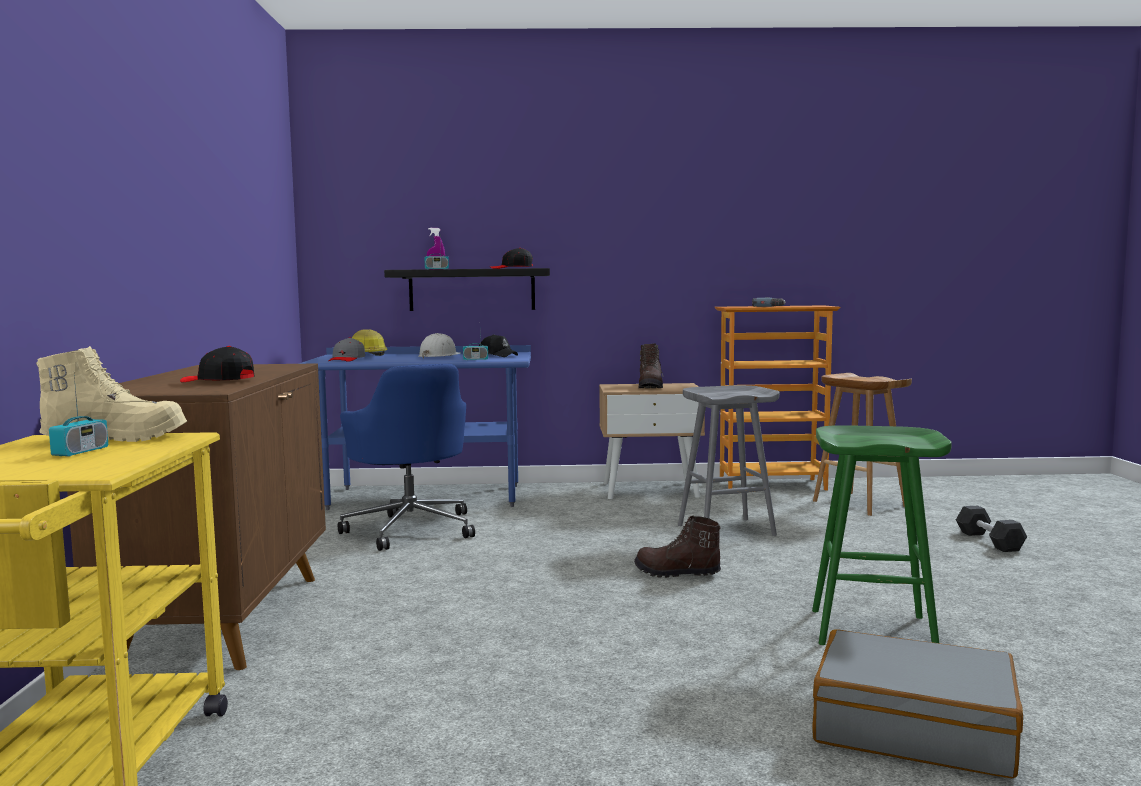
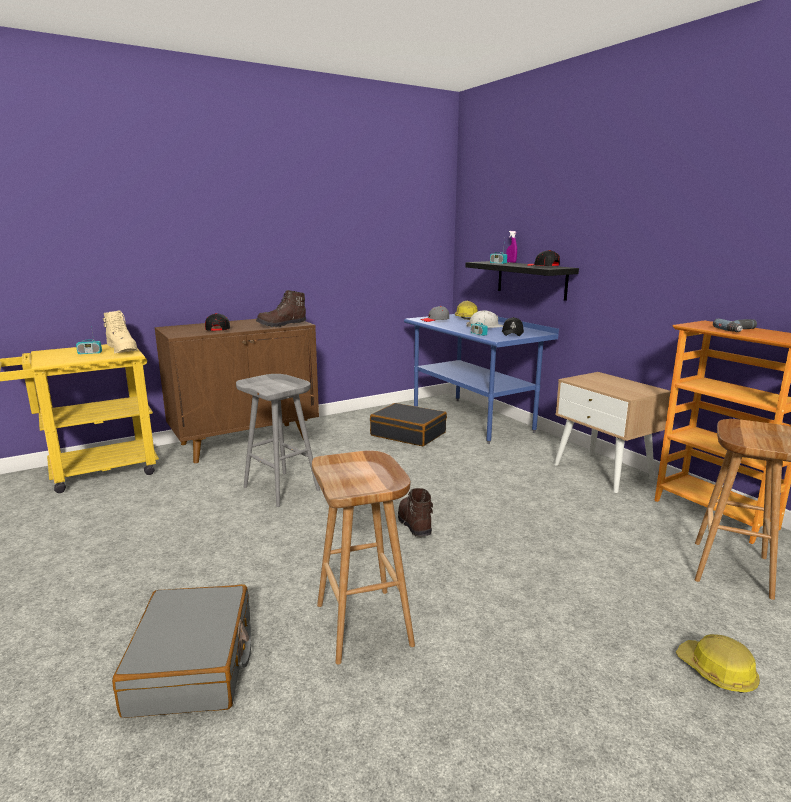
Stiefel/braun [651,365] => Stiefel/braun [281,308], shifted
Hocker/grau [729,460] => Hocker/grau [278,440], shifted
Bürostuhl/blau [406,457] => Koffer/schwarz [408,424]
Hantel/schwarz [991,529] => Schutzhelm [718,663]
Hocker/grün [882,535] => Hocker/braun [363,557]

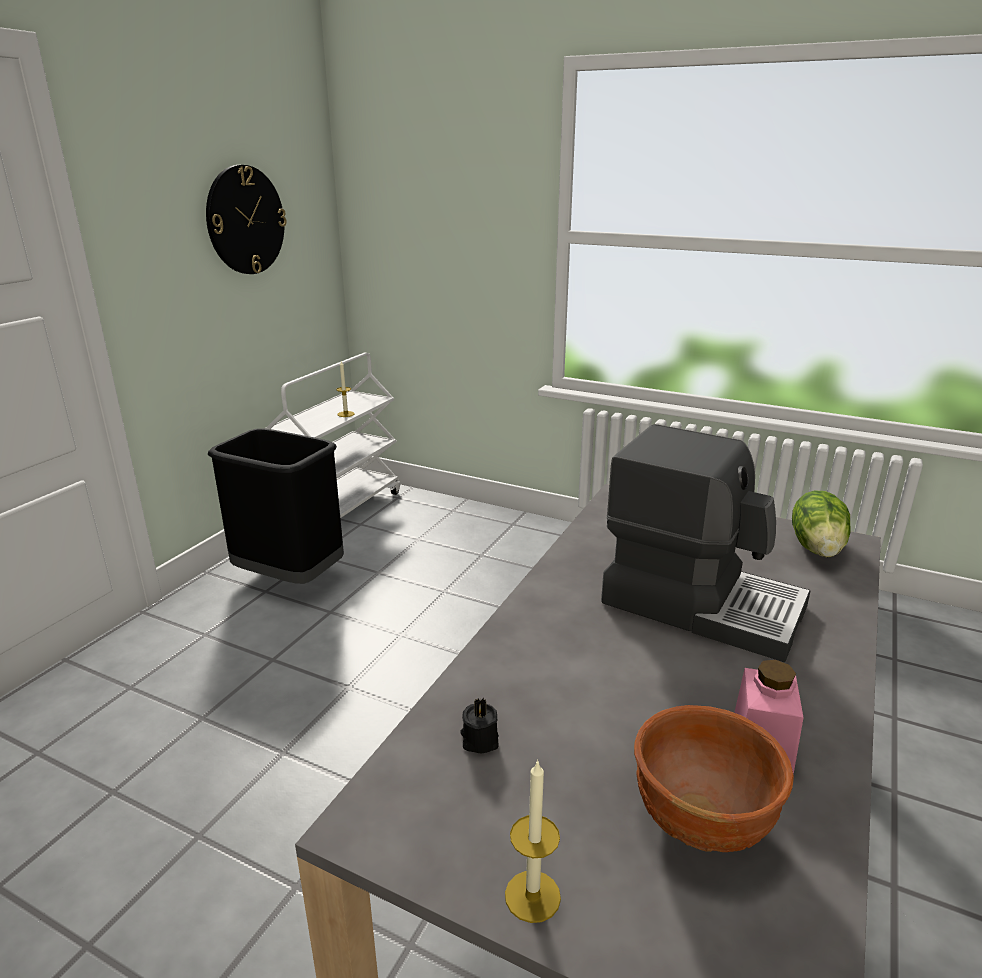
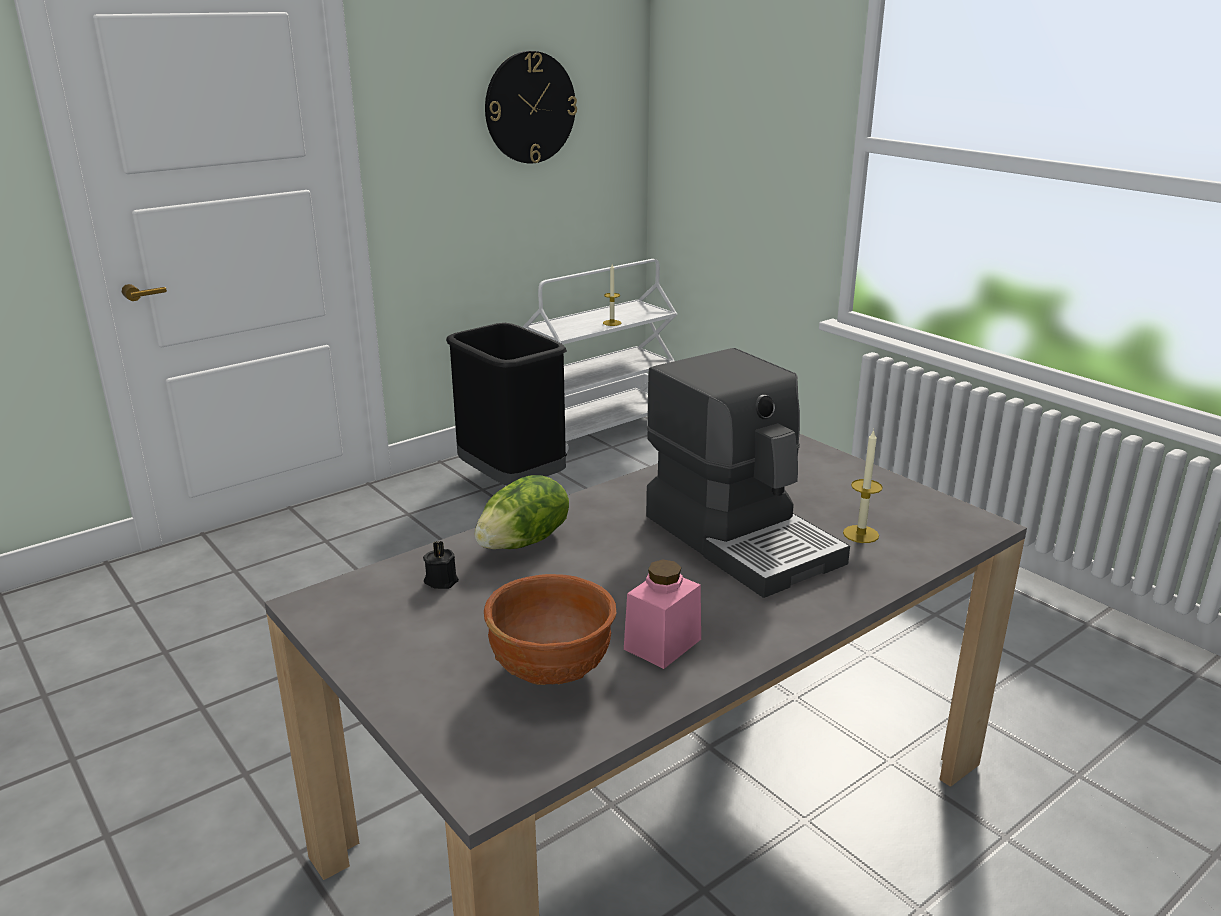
Kerze [533,841] => Kerze [863,486], shifted
Salatkopf [821,523] => Salatkopf [522,512], shifted

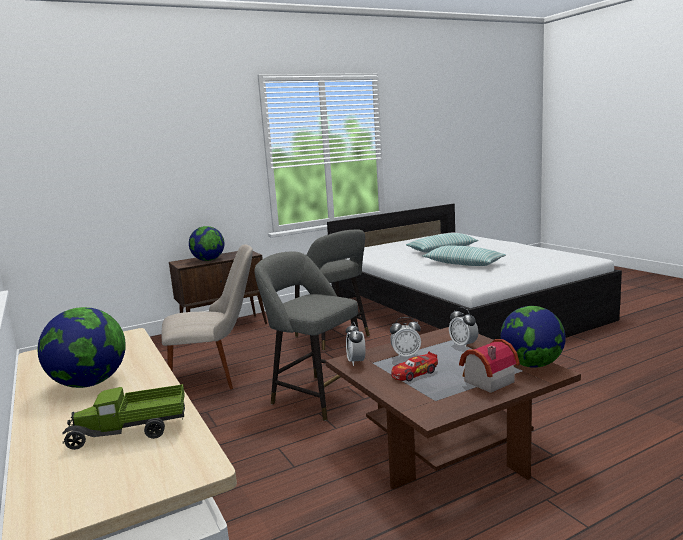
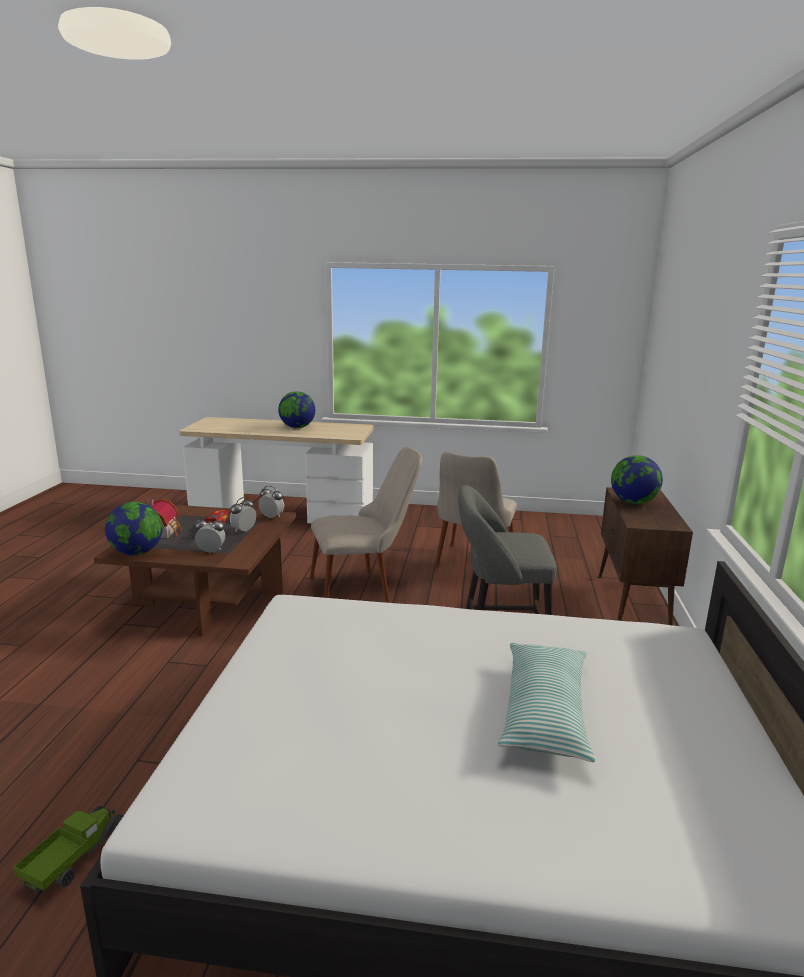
Kissen [464,255] => nothing
Spielzeuglaster [123,417] => Spielzeuglaster [68,849], shifted
Hocker/grau [306,336] => Stuhl/beige [366,525]

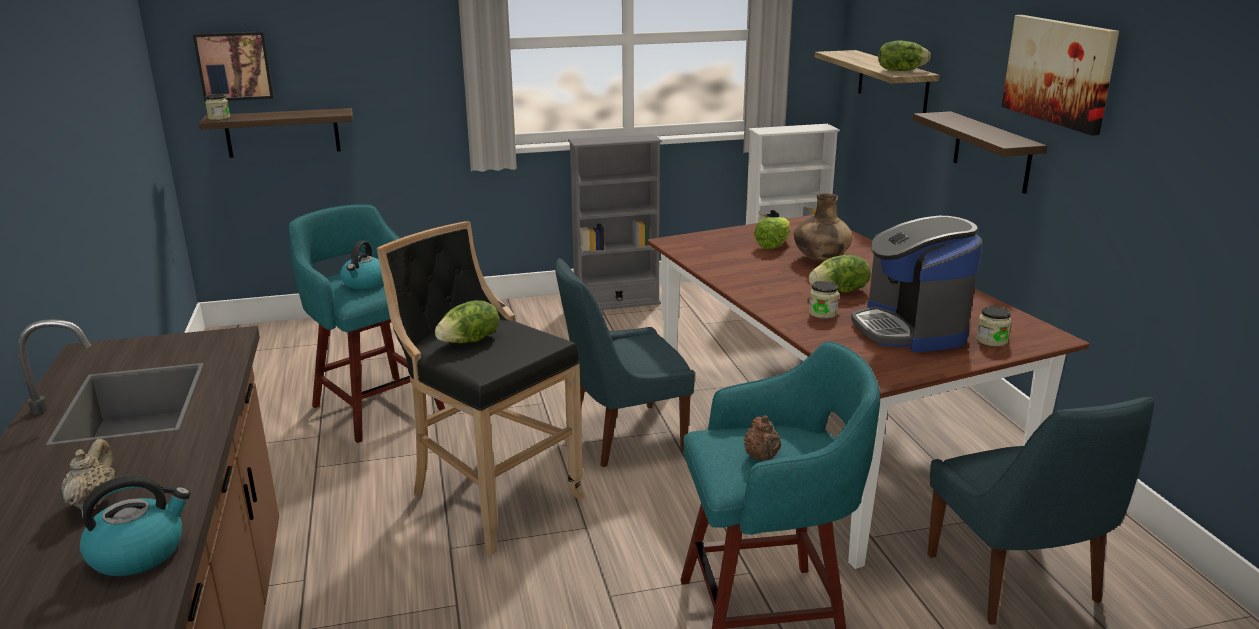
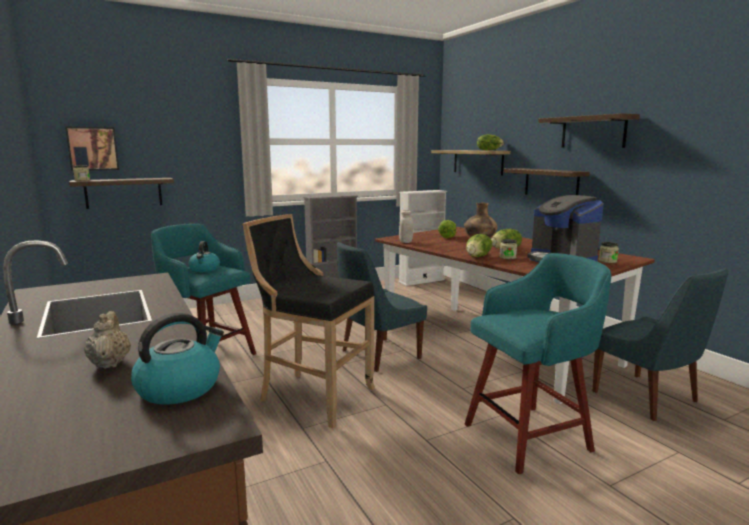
Teekanne/braun [762,438] => nothing
nothing => Vorratsglas/weiß [406,226]
Salatkopf [467,321] => Salatkopf [479,245], shifted
Bild [1060,75] => Wandregal [589,130]

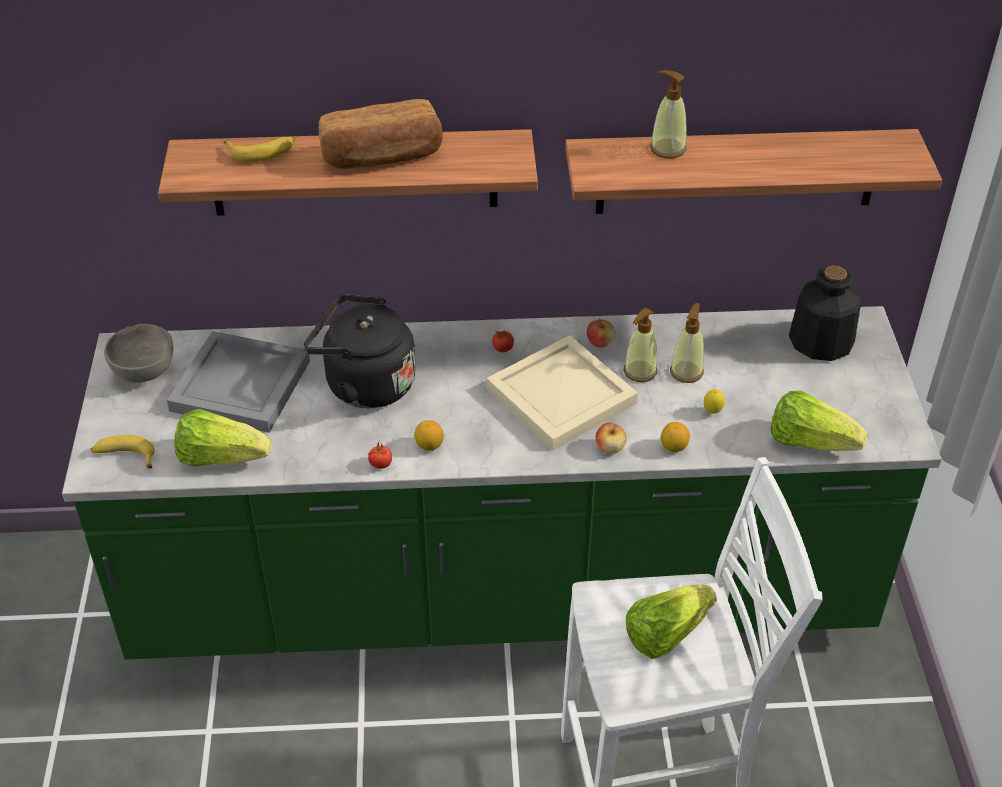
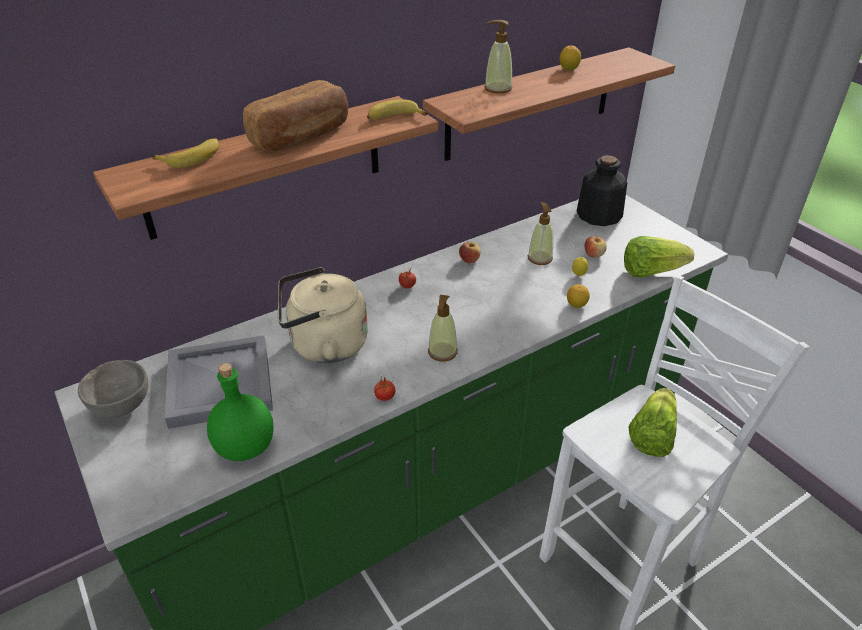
Tablett/beige [562,392] => nothing
Banane [122,452] => Banane [397,109], shifted
Zitrone [429,435] => Zitrone [570,58], shifted
Apfel [611,438] => Apfel [596,246], shifted
Seifenspender [640,345] => Seifenspender [443,328], shifted
Salatkopf [222,437] => Flasche/grün [240,412]
Wasserkessel/schwarz [360,351] => Wasserkessel/beige [323,315]

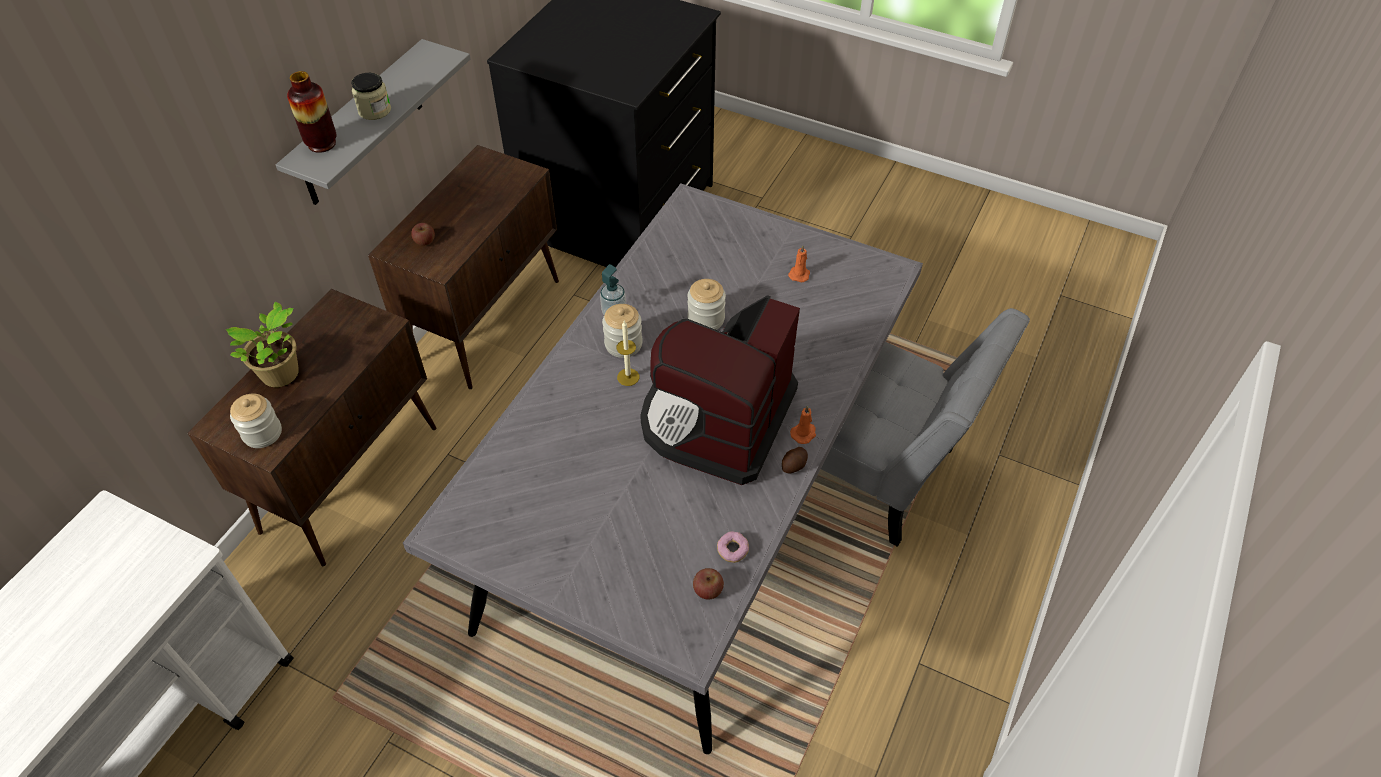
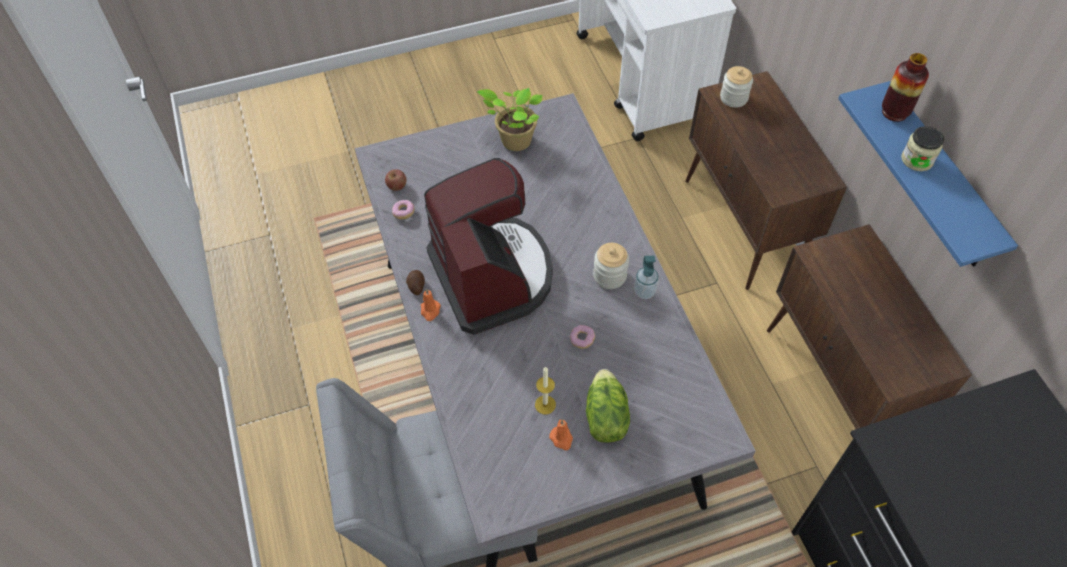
Apfel [423,234] => nothing
nothing => Salatkopf [608,406]
Topfpflanze [262,344] => Topfpflanze [510,119], shifted
Kerze [627,353] => Kerze [545,390], shifted
Vorratsglas [706,304] => Donut [582,337]
Wandregal/grau [373,122] => Wandregal/blau [928,174]

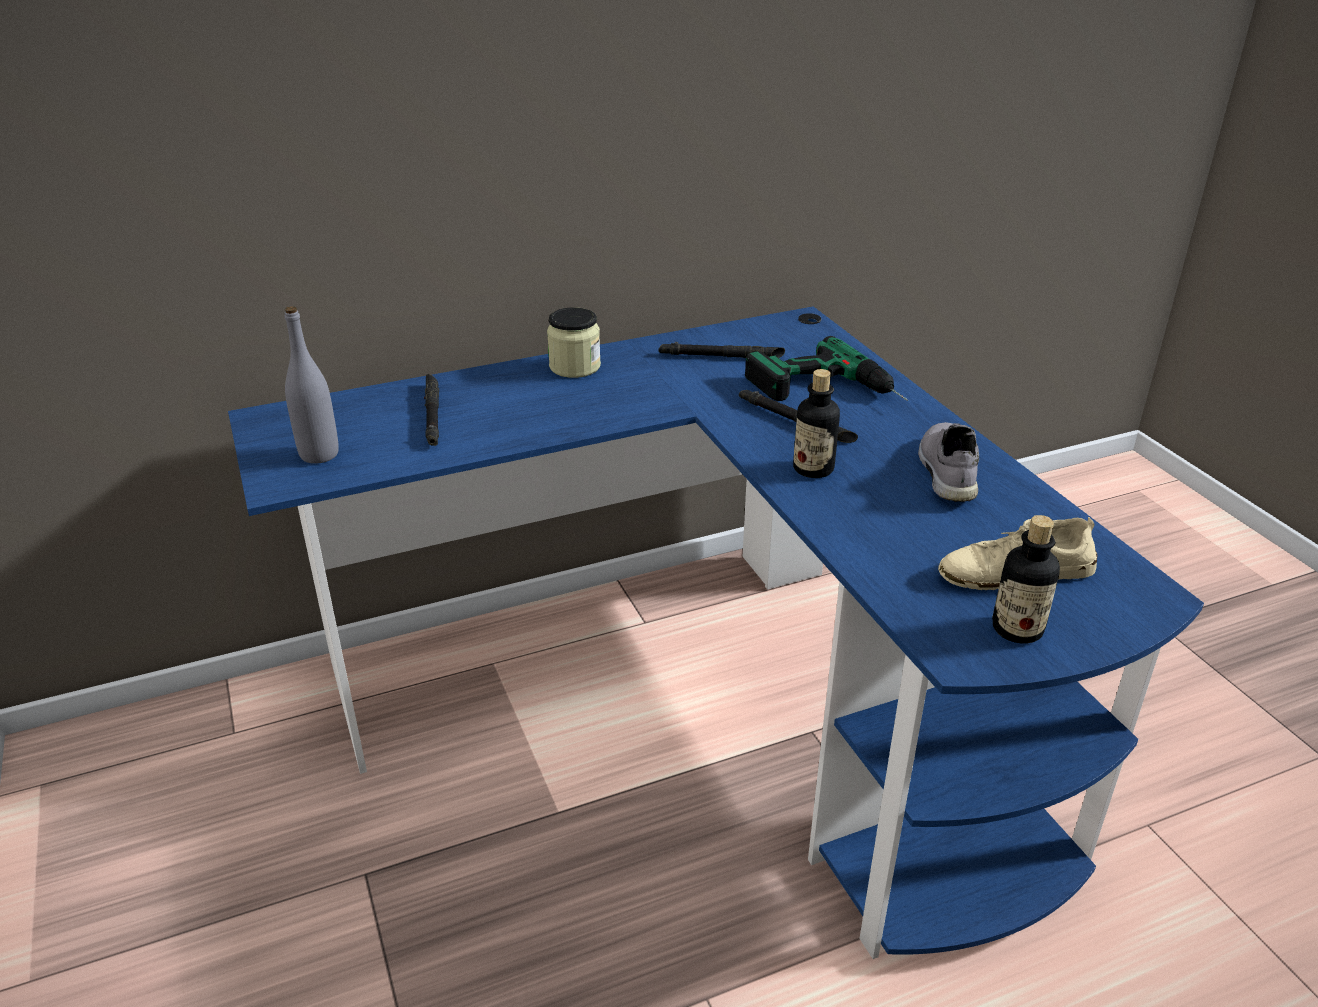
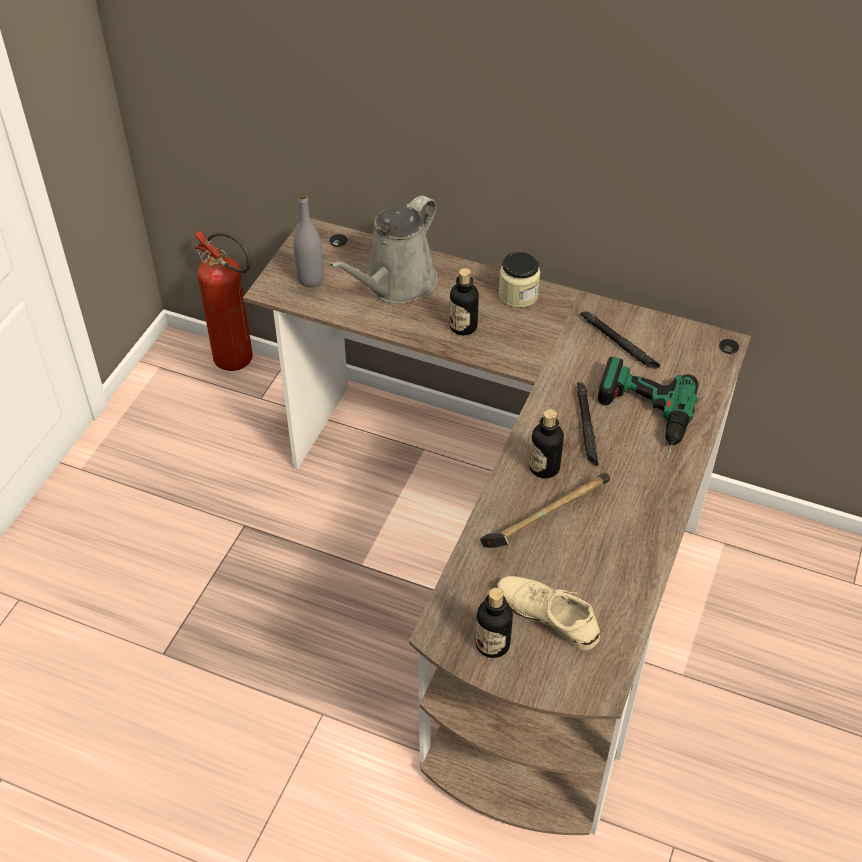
Schuh/grau [948,462] => nothing
nothing => Feuerlöscher [223,301]
nothing => Flasche [464,301]
nothing => Hammer [545,510]
Taschenlampe/schwarz [431,410] => Gießkanne/grau [384,249]
Schreibtisch/blau [716,632] => Schreibtisch/braun [497,526]

